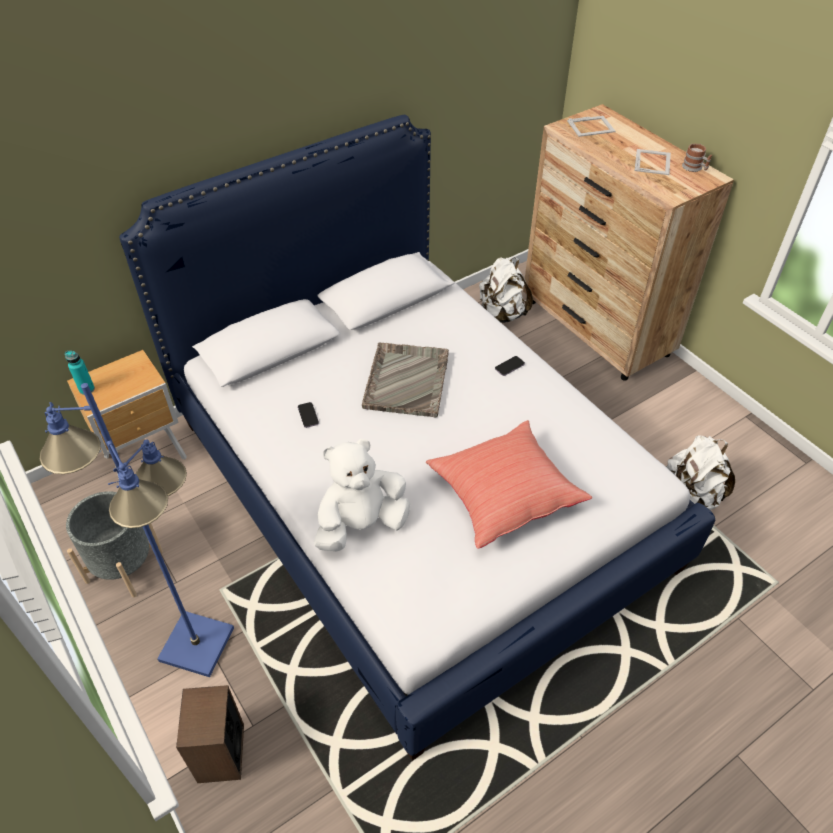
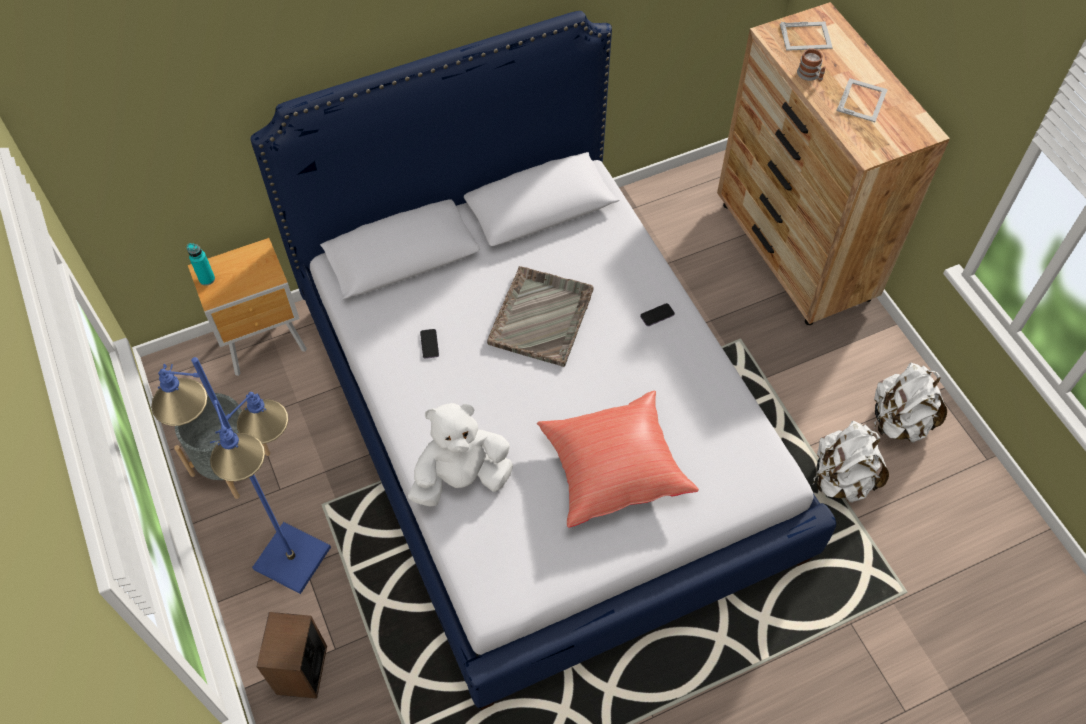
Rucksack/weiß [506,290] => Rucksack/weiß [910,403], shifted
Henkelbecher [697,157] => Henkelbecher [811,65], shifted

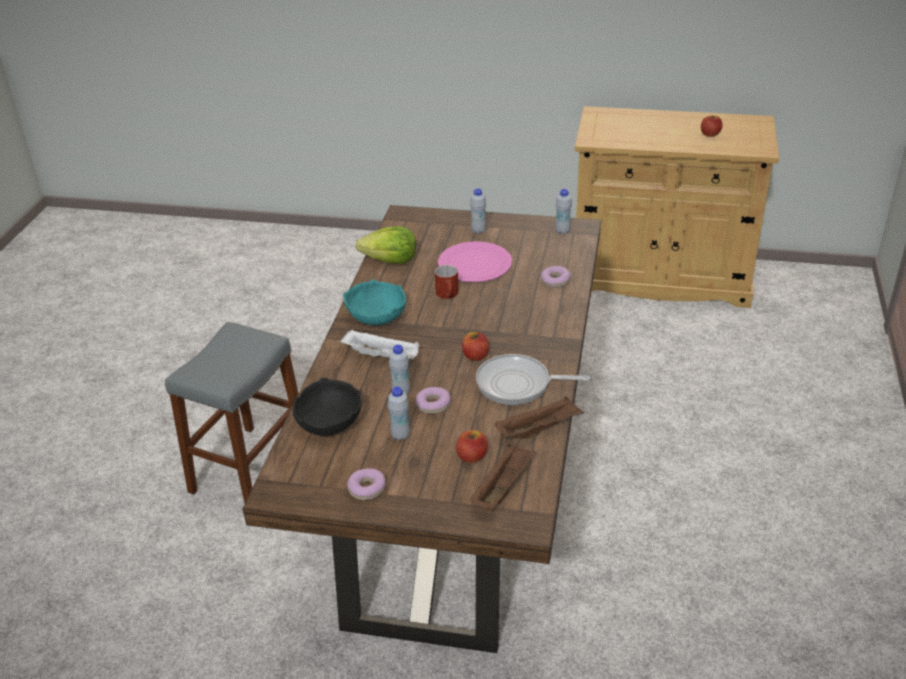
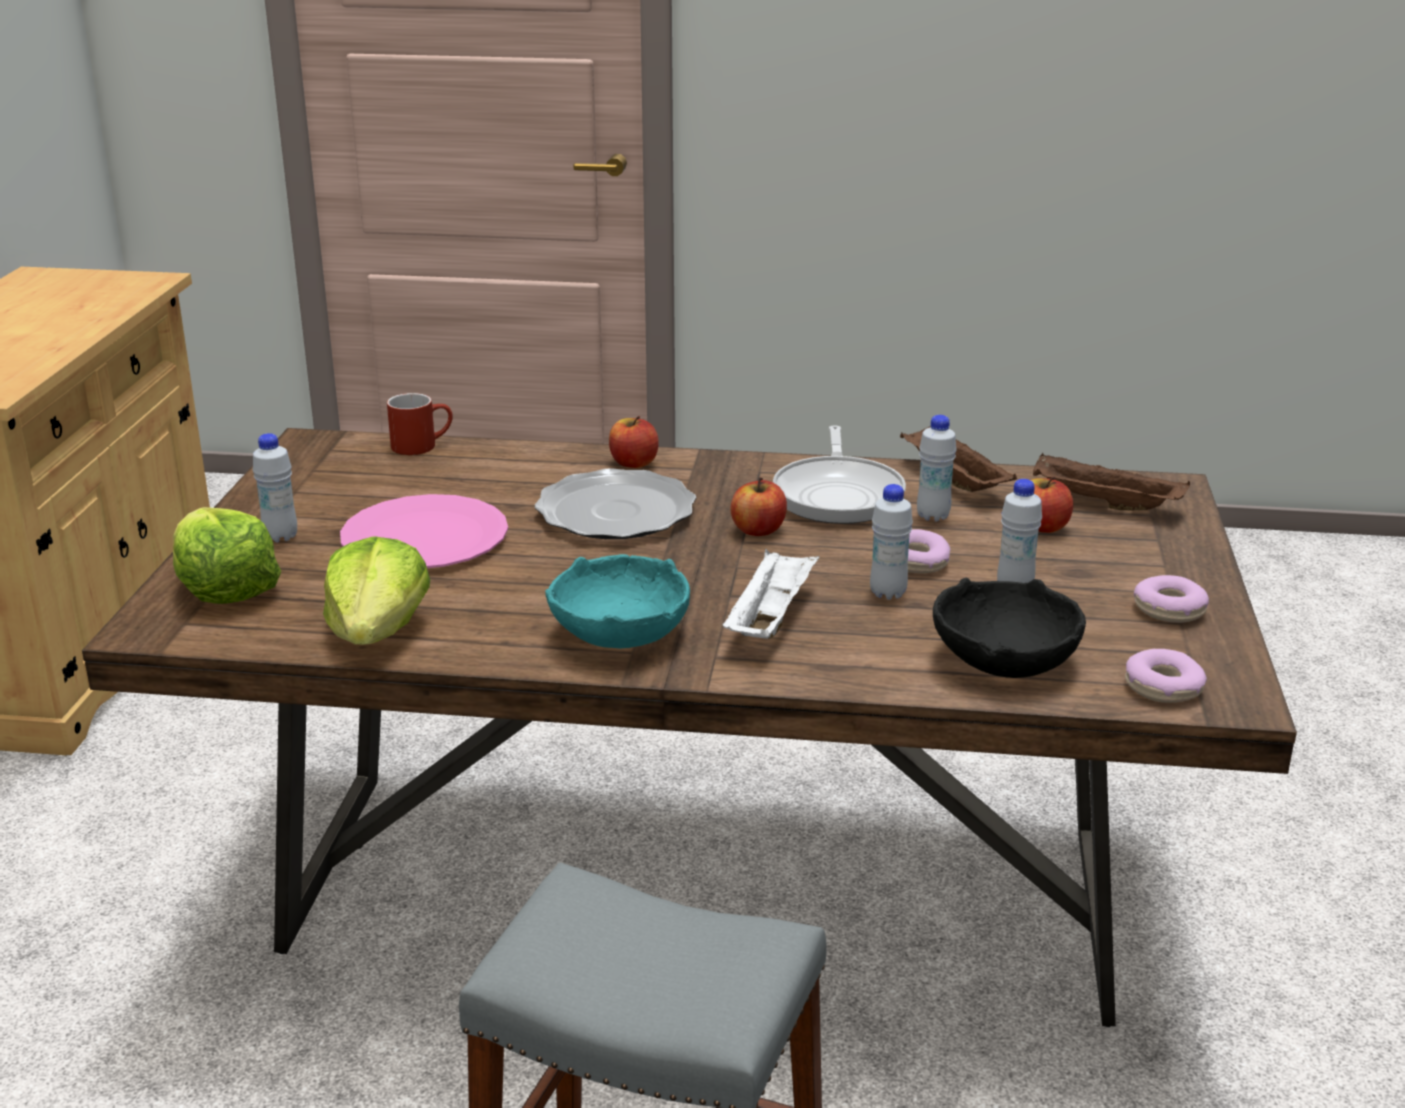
nothing => Salatkopf [227,555]
nothing => Teller [615,503]
Henkelbecher/rot [447,282] => Henkelbecher/rot [420,424], shifted
Donut [556,277] => Donut [1166,676], shifted
Flasche/weiß [563,212] => Flasche/weiß [937,468], shifted
Apfel [711,126] => Apfel [634,442], shifted

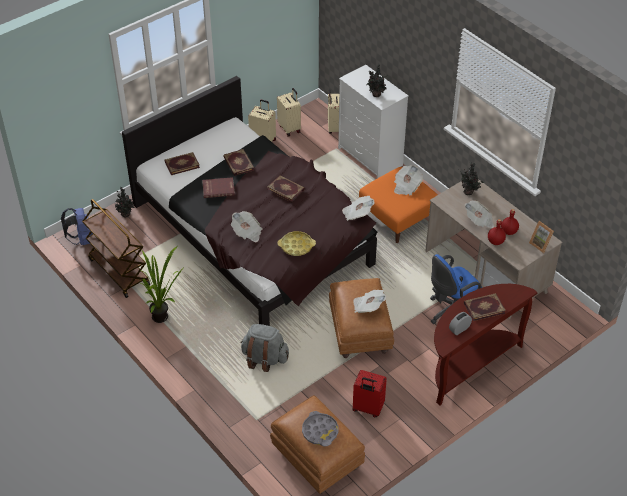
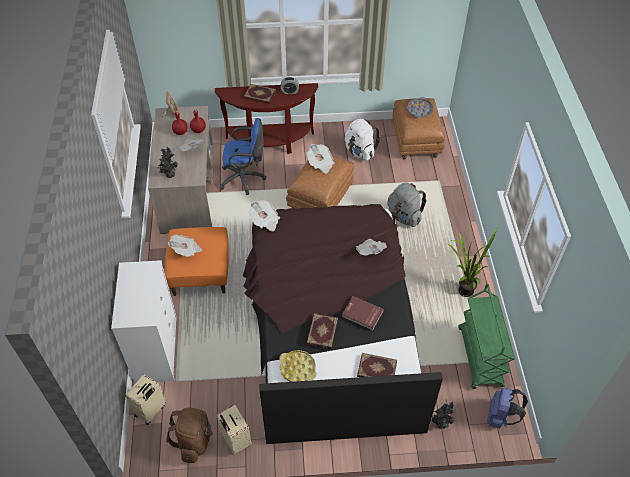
Buch [286,188] => nothing
Topfpflanze [377,80] => nothing
Tablett/gelb [297,243] => Tablett/gelb [298,366], shifted
Koffer/beige [289,112] => Rucksack/braun [189,435]
Koffer/rot [370,393] => Rucksack/weiß [362,140]
Rollwagen/braun [116,248] => Rollwagen/grün [486,336]

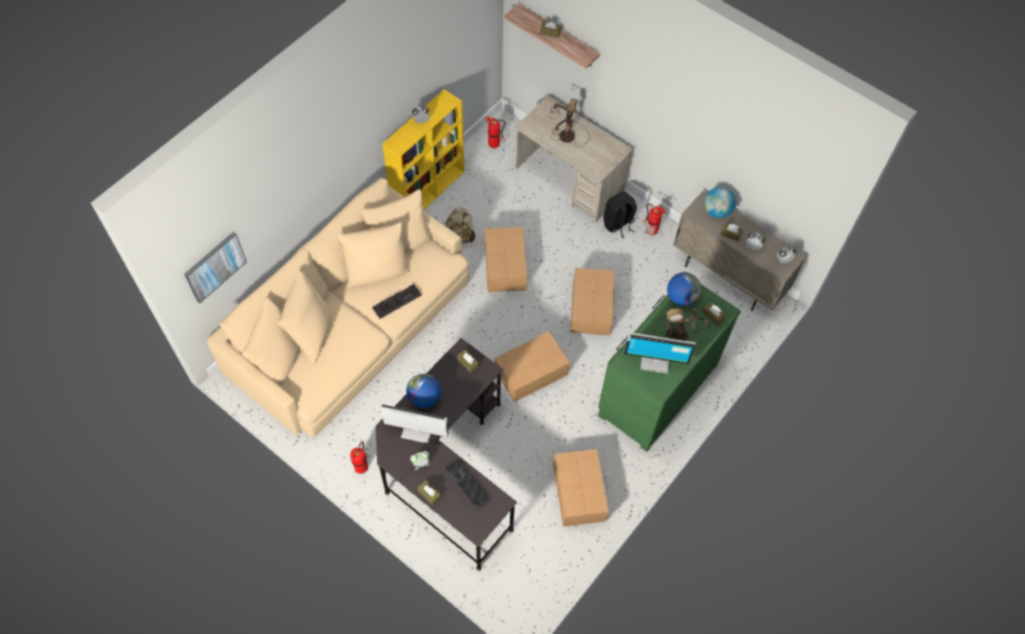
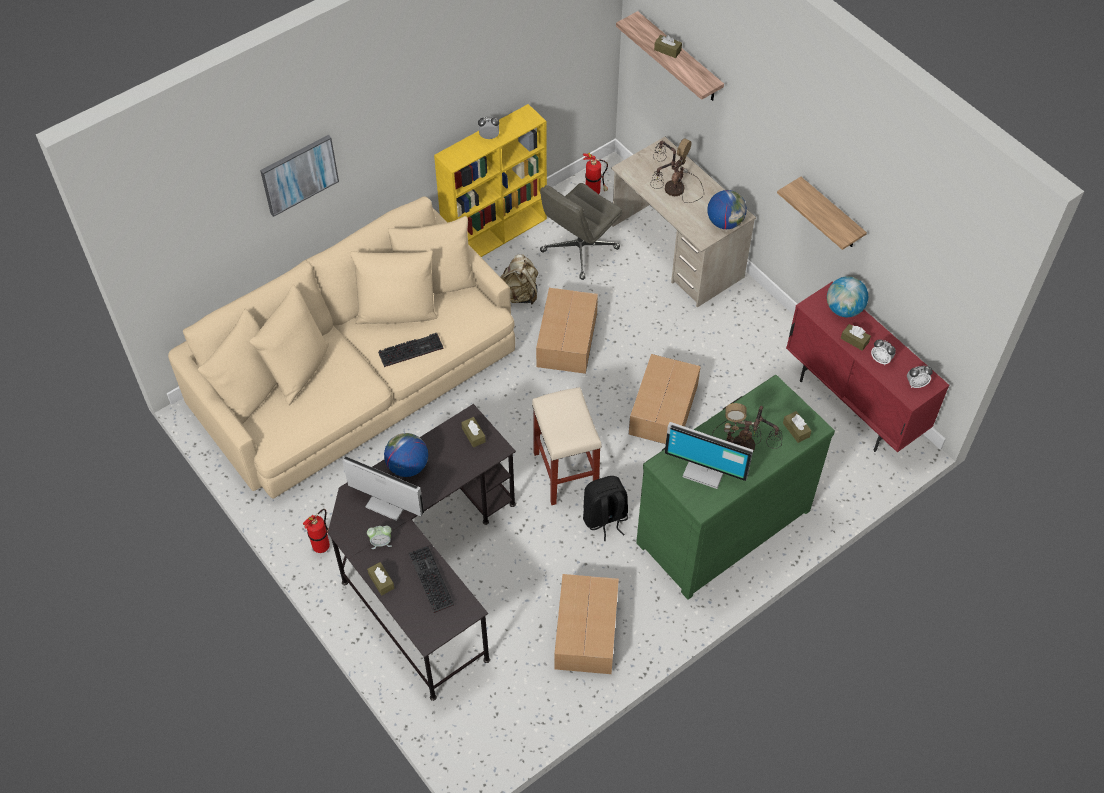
Feuerlöscher [653,219] => nothing
nothing => Bürostuhl/grau [581,231]
nothing => Wandregal [822,213]
Bild [215,267] => Bild [299,176], shifted
Rucksack/schwarz [620,215] => Rucksack/schwarz [605,508], shifted
Globus [684,289] => Globus [727,209], shifted
Karton [532,366] => Hocker/beige [567,446]
Schrank/beige [740,251] => Schrank/rot [867,366]

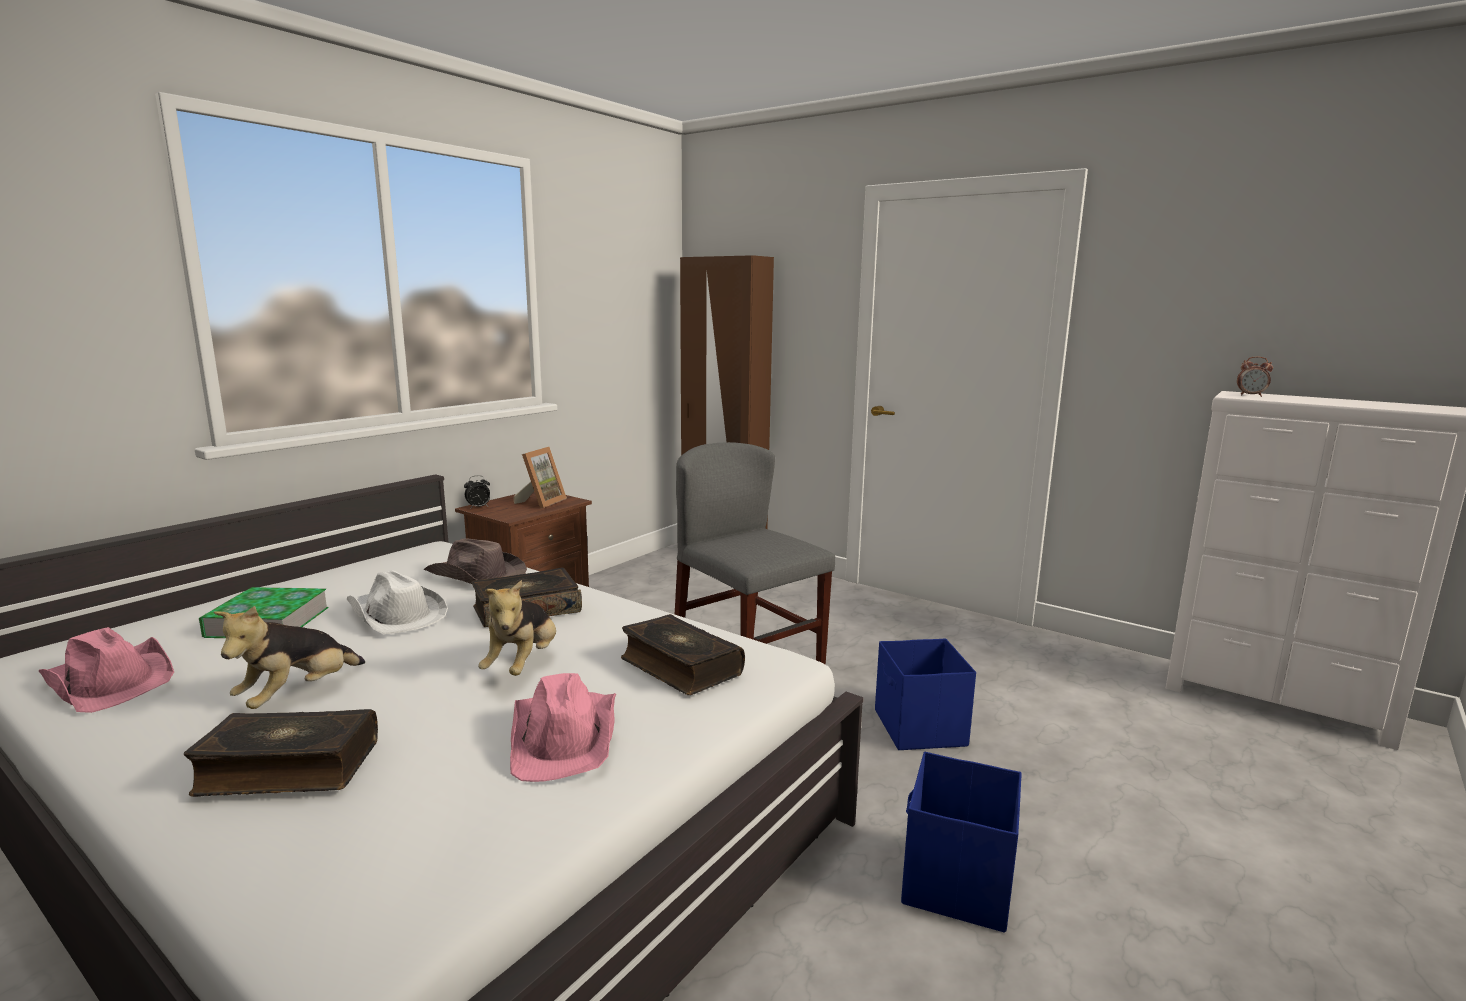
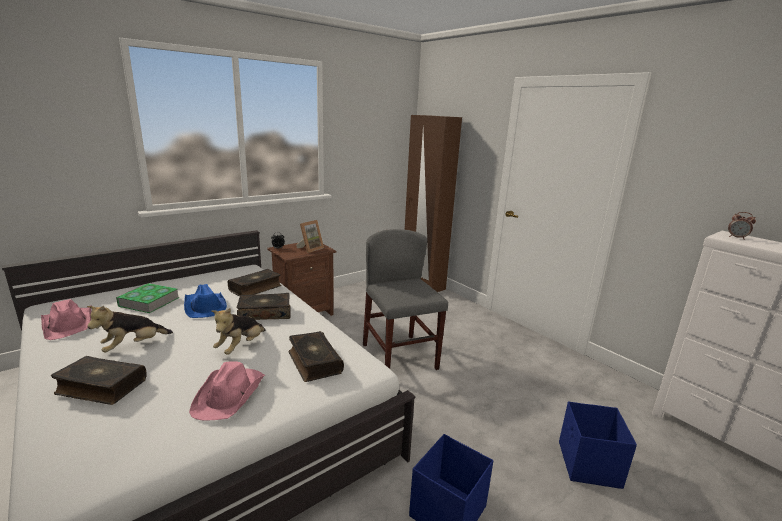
Aufbewahrungsbox/blau [925,694] => Aufbewahrungsbox/blau [598,445], shifted
Hut/braun [475,561] => Buch [254,283]
Hut/weiß [397,602] => Hut/blau [205,301]

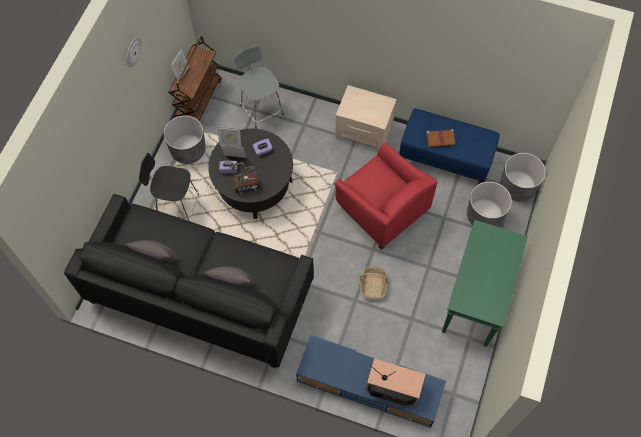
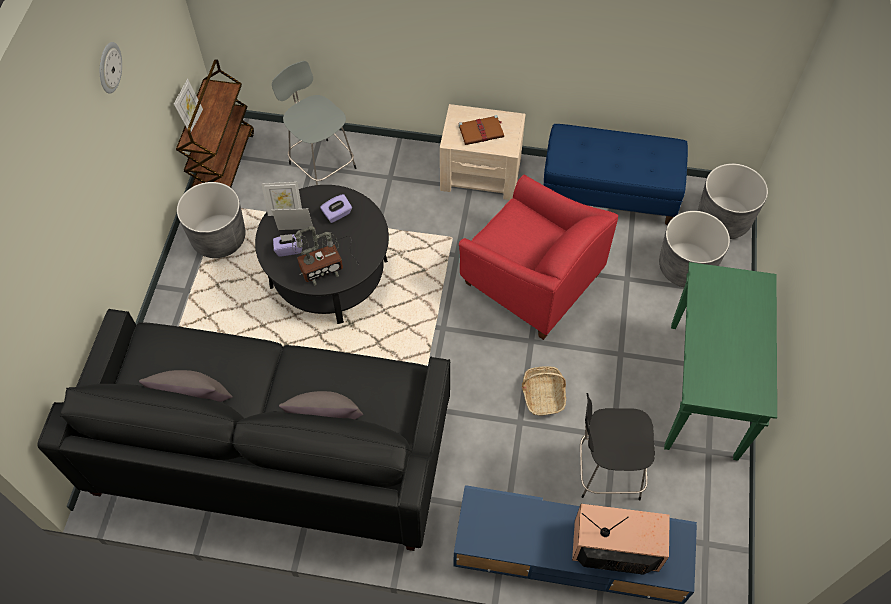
Hocker/schwarz [169,187] => Hocker/schwarz [617,447], shifted
Buch/braun [441,138] => Buch/braun [481,130], shifted

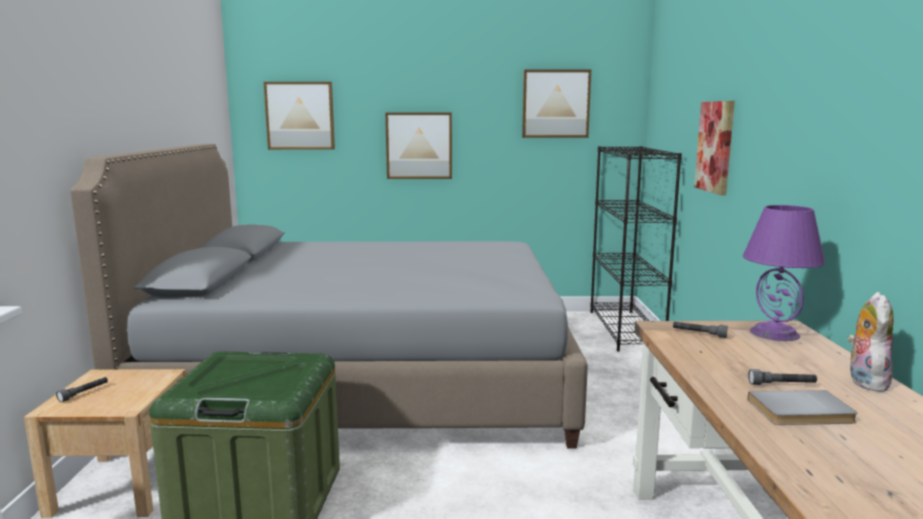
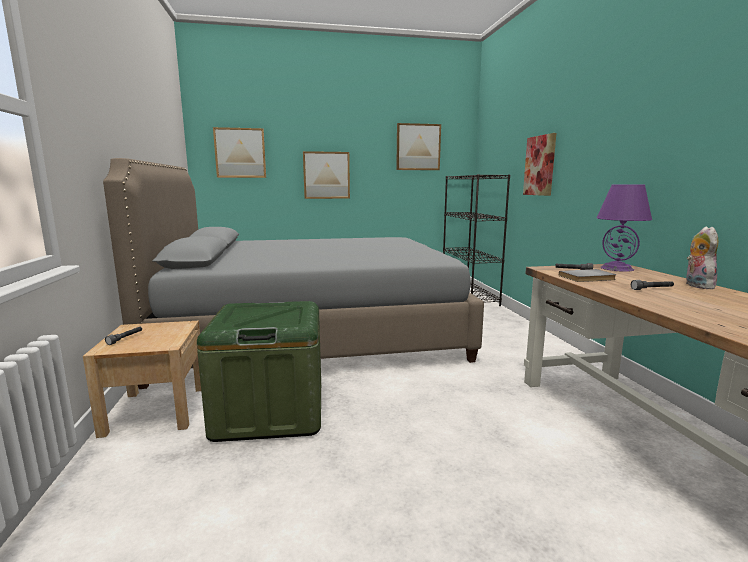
Buch/grau [803,407] => Buch/grau [587,275], shifted

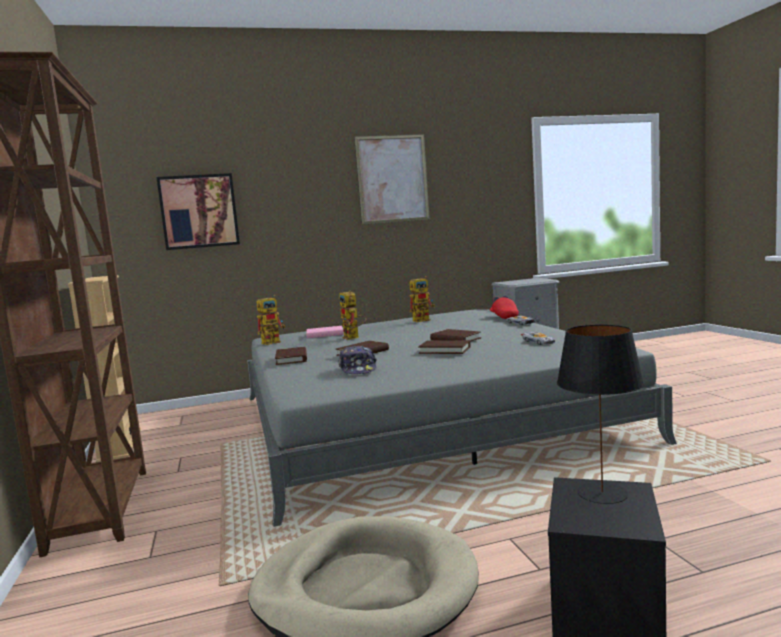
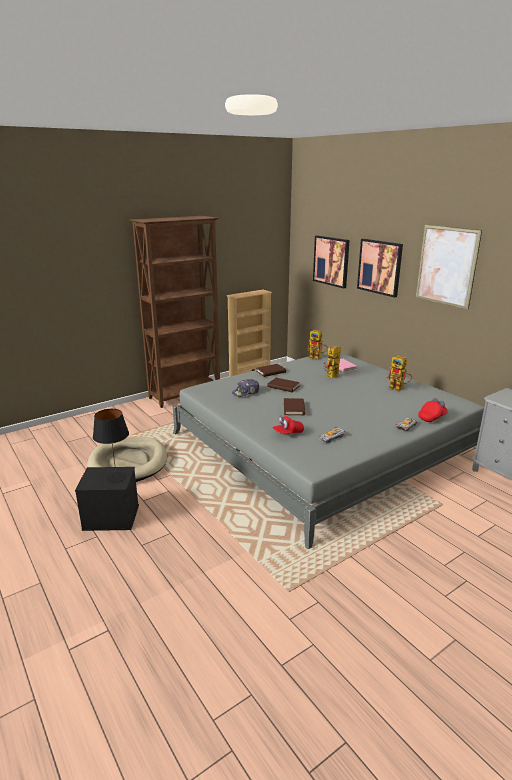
Buch/braun [455,335] => nothing
nothing => Kappe/rot [288,424]
nothing => Bild [380,268]

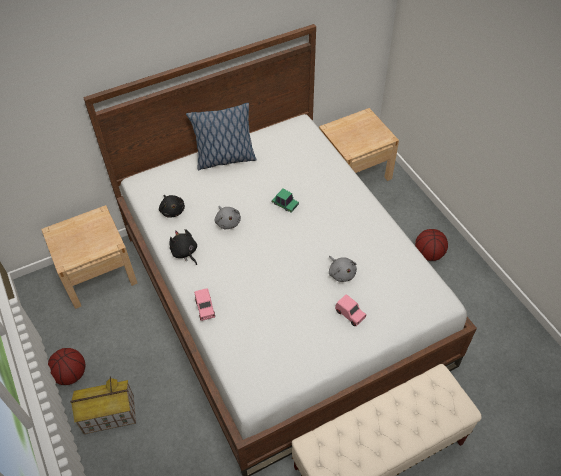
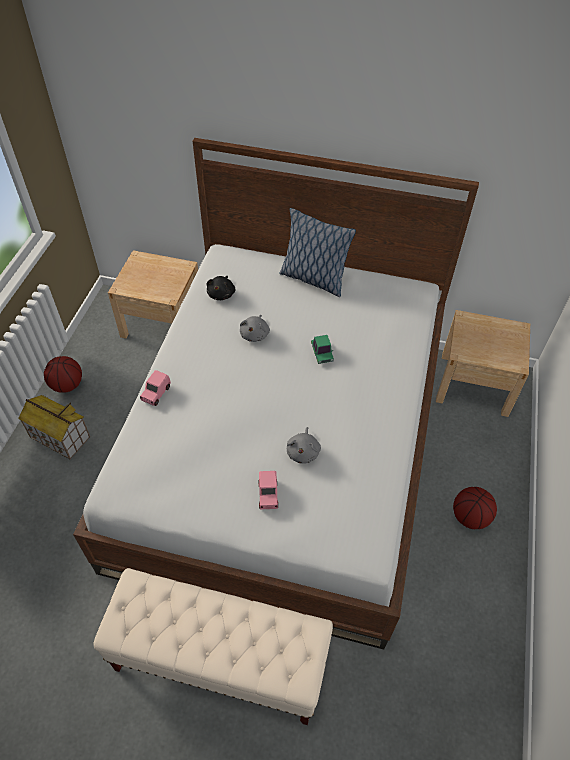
Plüschtier/schwarz [183,247] => nothing

